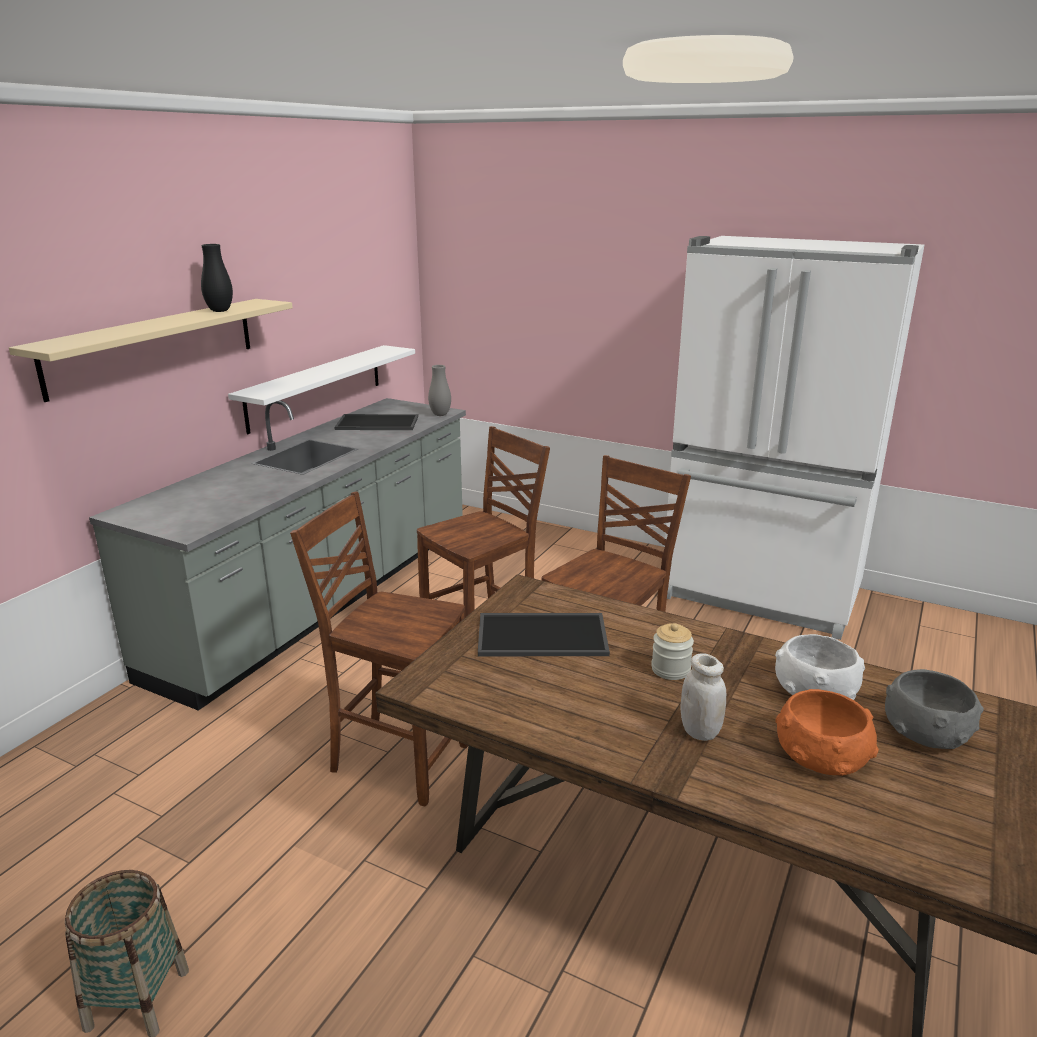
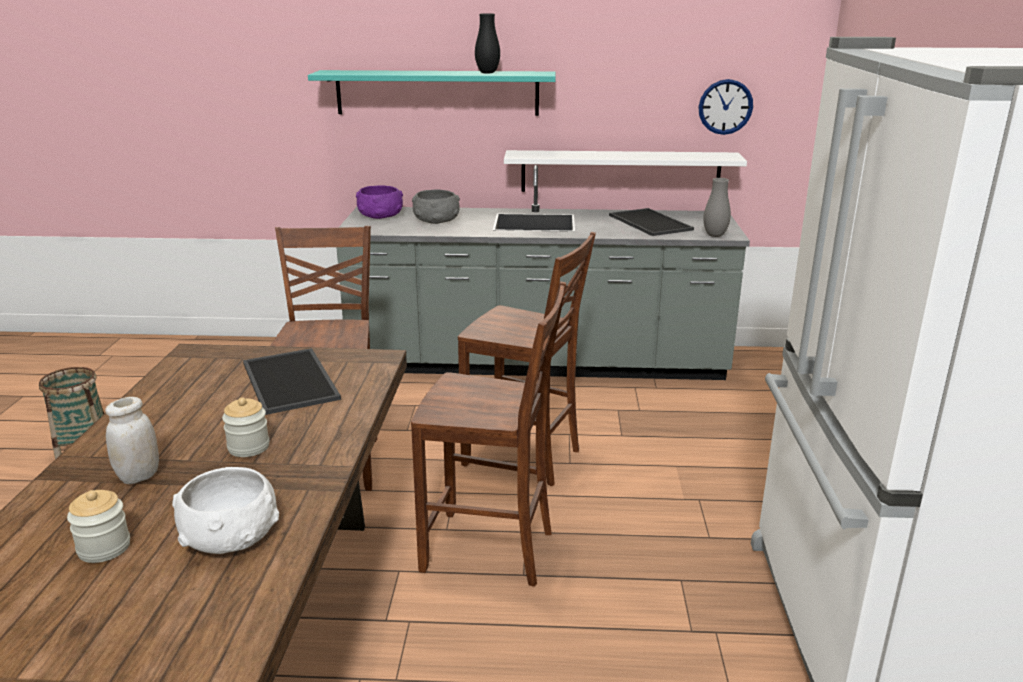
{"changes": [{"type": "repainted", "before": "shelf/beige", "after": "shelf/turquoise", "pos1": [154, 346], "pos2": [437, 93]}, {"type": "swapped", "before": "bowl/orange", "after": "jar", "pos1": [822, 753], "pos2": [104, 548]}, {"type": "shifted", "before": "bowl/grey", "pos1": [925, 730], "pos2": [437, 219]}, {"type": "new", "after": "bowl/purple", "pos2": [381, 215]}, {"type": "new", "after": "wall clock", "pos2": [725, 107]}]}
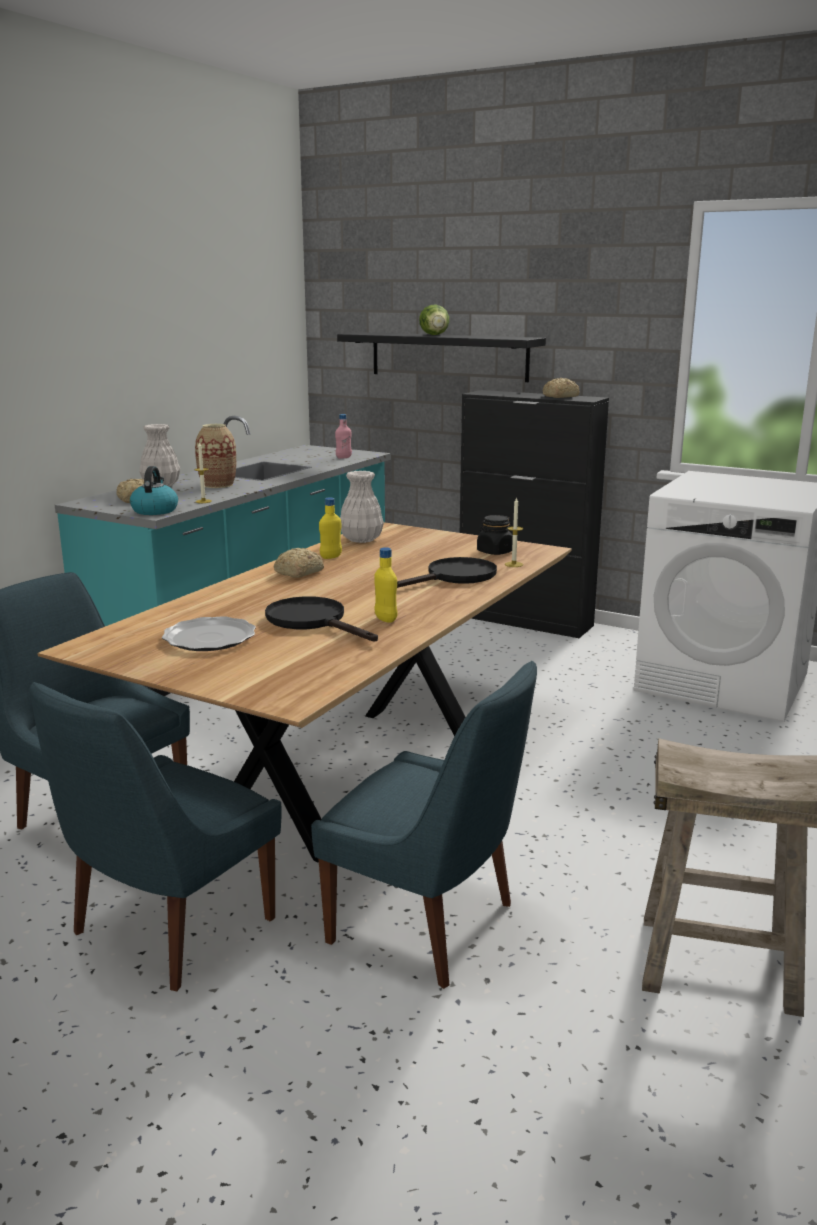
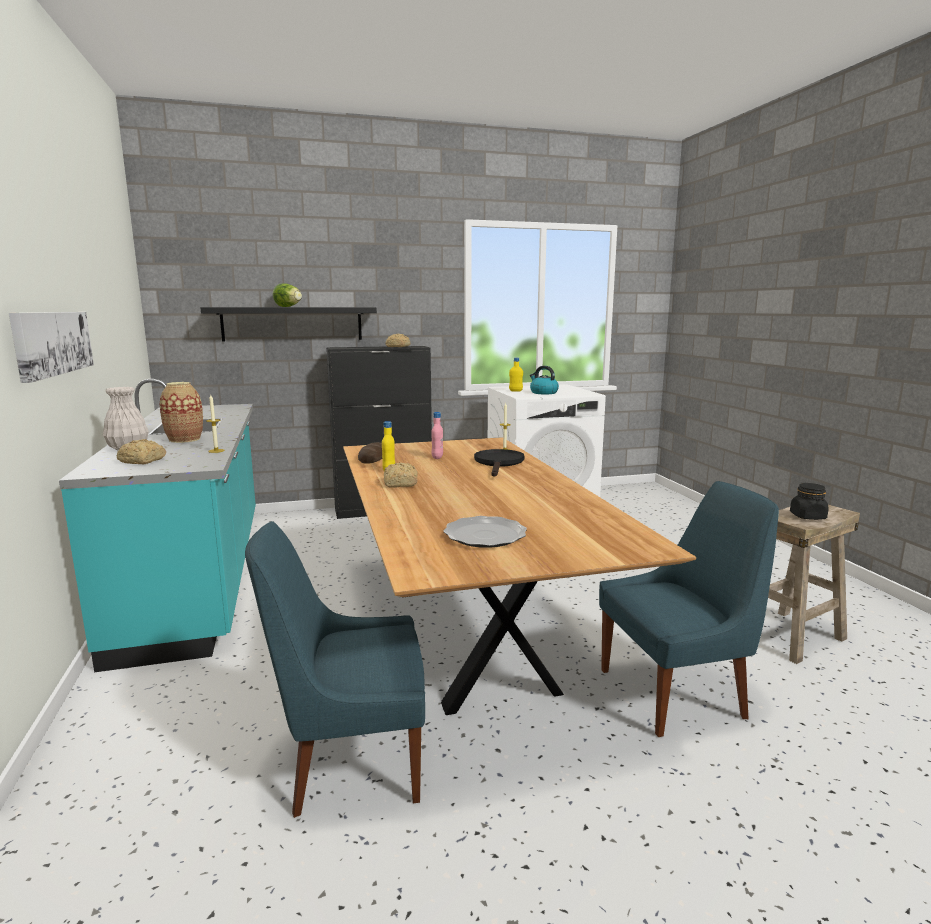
{"changes": [{"type": "gone", "before": "chair/blue", "pos1": [168, 930]}, {"type": "shifted", "before": "kettle", "pos1": [155, 510], "pos2": [543, 392]}, {"type": "gone", "before": "frying pan/black", "pos1": [313, 621]}, {"type": "shifted", "before": "bottle/pink", "pos1": [343, 457], "pos2": [437, 457]}, {"type": "swapped", "before": "vase/white", "after": "bread", "pos1": [362, 539], "pos2": [373, 457]}, {"type": "shifted", "before": "bottle/yellow", "pos1": [385, 619], "pos2": [515, 391]}, {"type": "shifted", "before": "jar/black", "pos1": [495, 552], "pos2": [808, 516]}, {"type": "new", "after": "picture", "pos2": [52, 343]}]}
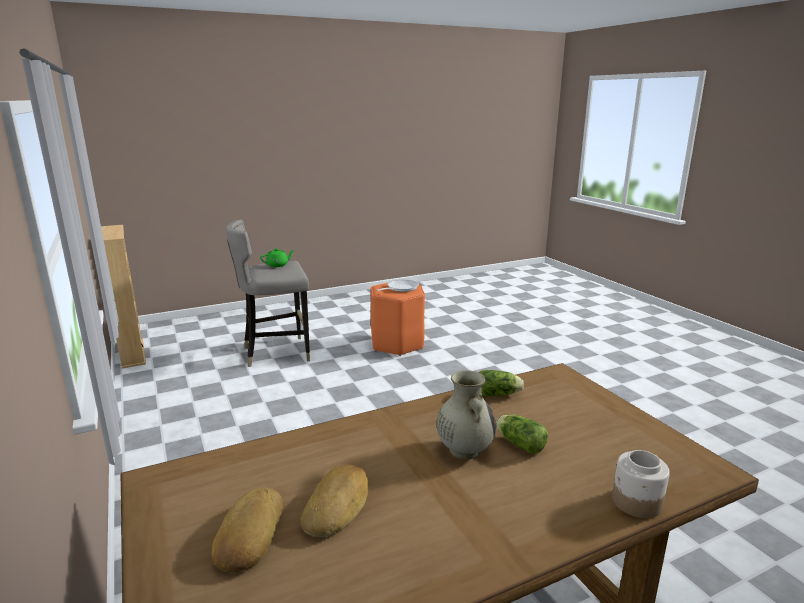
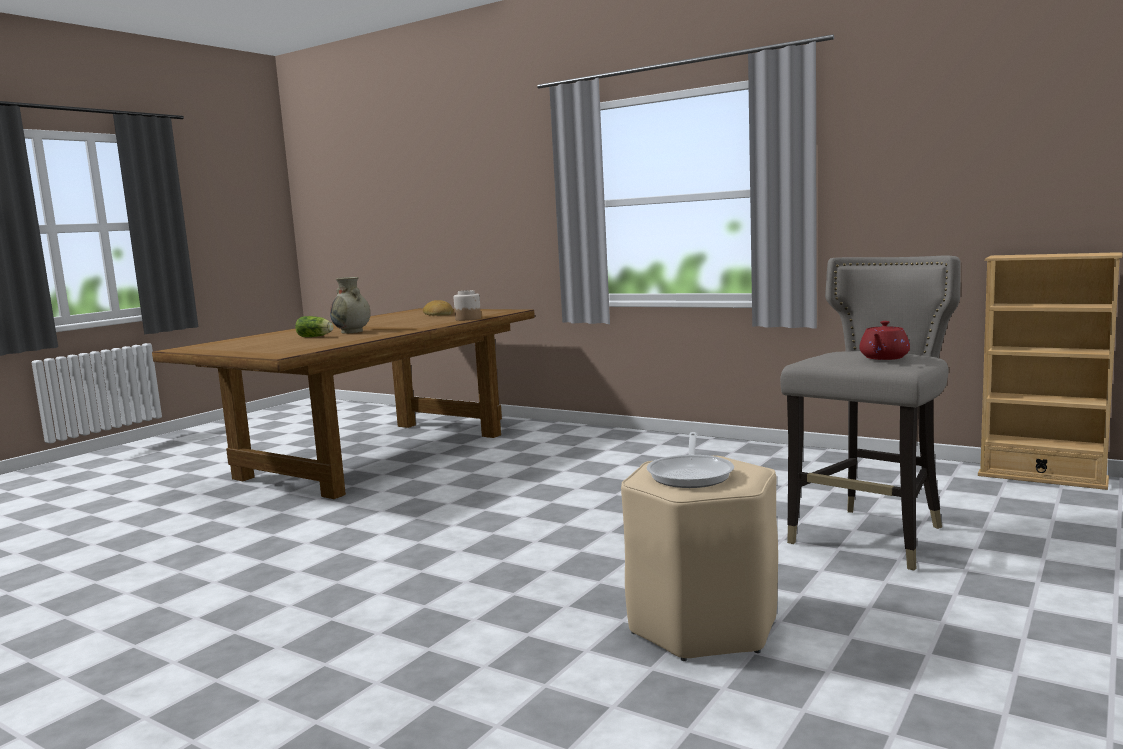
{"changes": [{"type": "repainted", "before": "teapot/green", "after": "teapot/red", "pos1": [278, 265], "pos2": [883, 358]}, {"type": "gone", "before": "bread", "pos1": [338, 506]}, {"type": "repainted", "before": "stool/orange", "after": "stool/beige", "pos1": [397, 344], "pos2": [703, 625]}, {"type": "gone", "before": "lettuce", "pos1": [499, 394]}, {"type": "shifted", "before": "jar", "pos1": [636, 502], "pos2": [468, 319]}]}
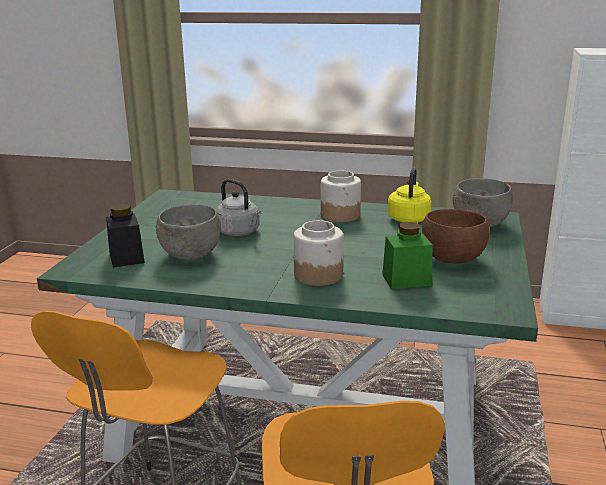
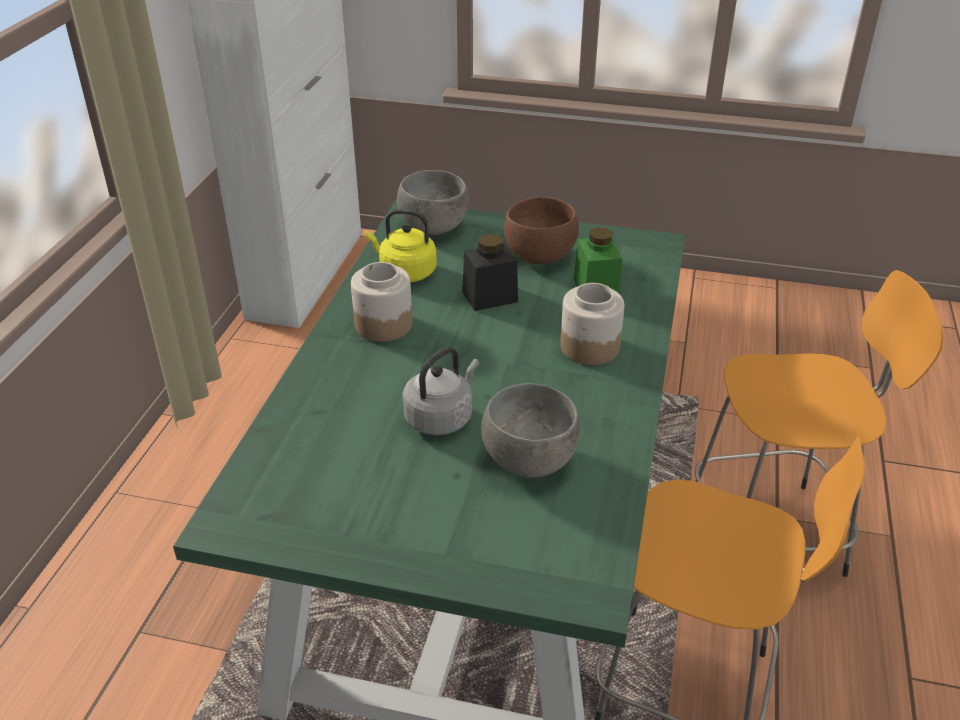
{"changes": [{"type": "shifted", "before": "jar/black", "pos1": [126, 257], "pos2": [490, 296]}]}
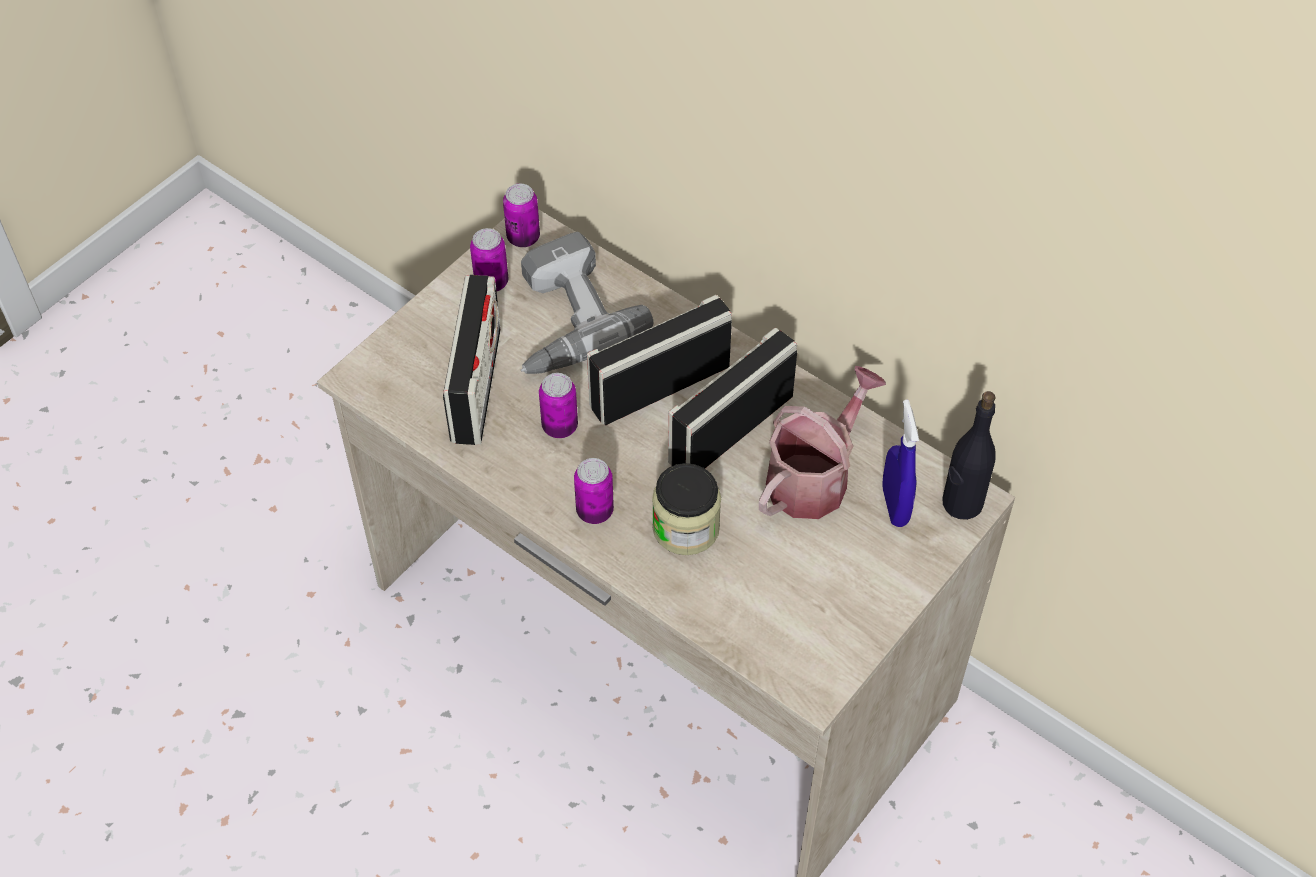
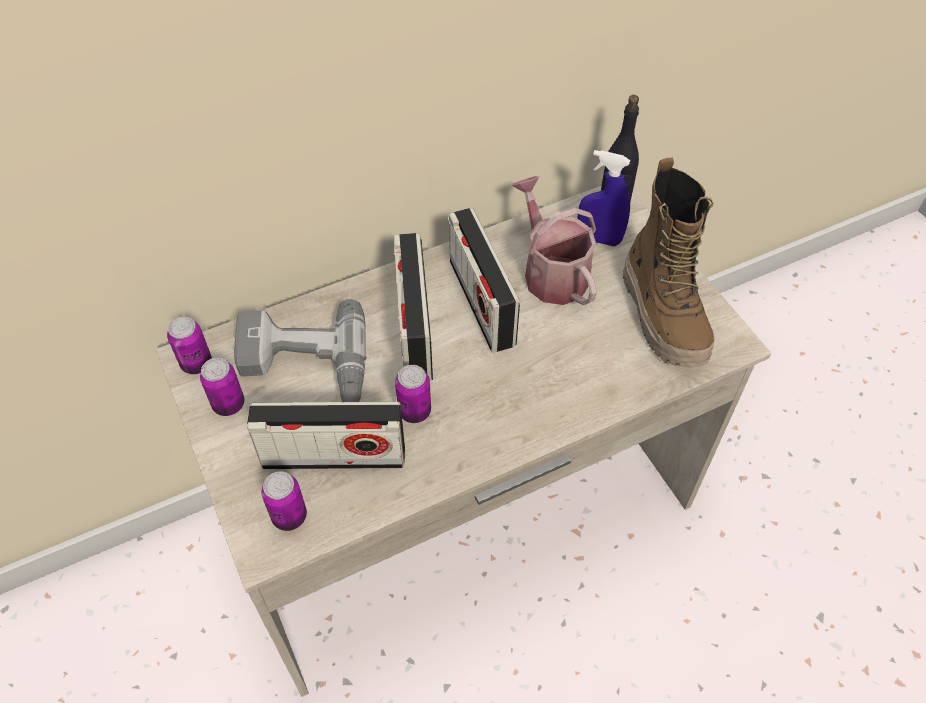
{"changes": [{"type": "rotated", "before": "radio", "pos1": [476, 385], "pos2": [334, 456], "turn": 150}, {"type": "shifted", "before": "can", "pos1": [595, 511], "pos2": [289, 516]}, {"type": "gone", "before": "jar", "pos1": [686, 528]}, {"type": "new", "after": "boot", "pos2": [663, 315]}]}
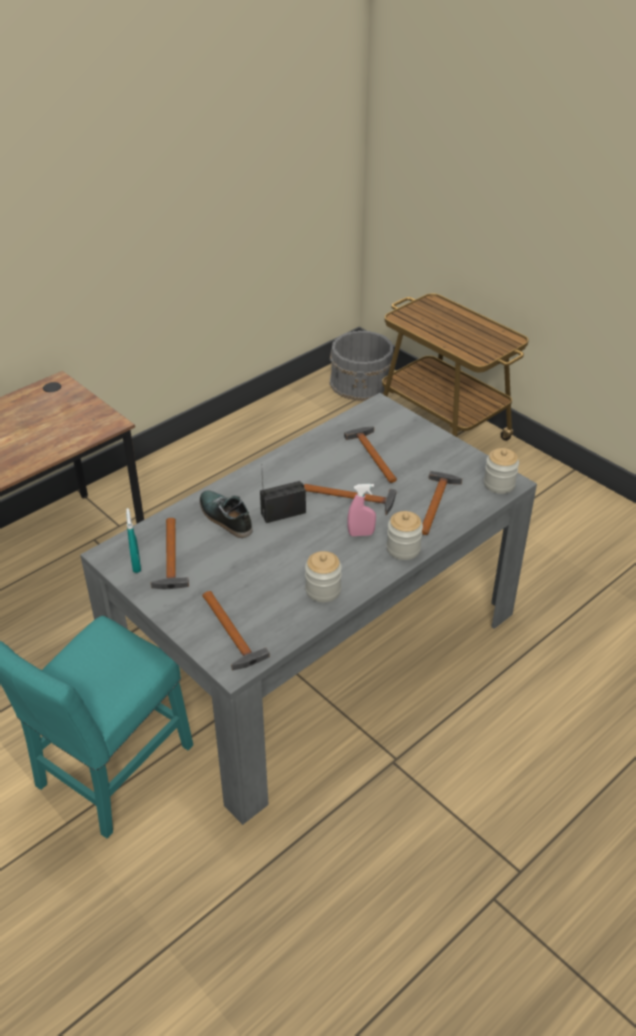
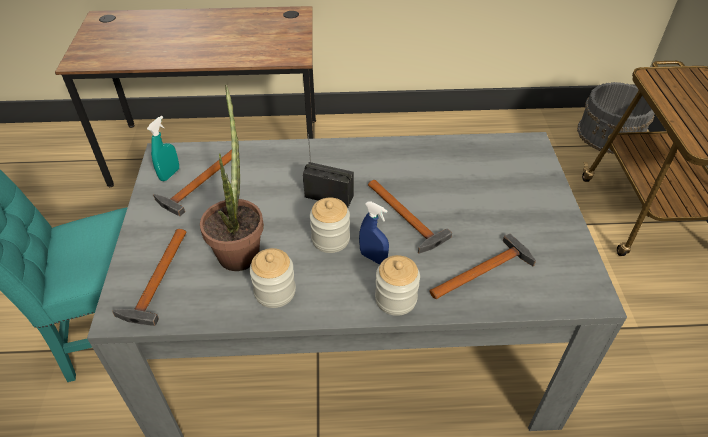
{"changes": [{"type": "gone", "before": "shoe", "pos1": [225, 518]}, {"type": "gone", "before": "hammer", "pos1": [373, 454]}, {"type": "repainted", "before": "spray bottle/pink", "after": "spray bottle/blue", "pos1": [361, 534], "pos2": [373, 257]}, {"type": "shifted", "before": "jar", "pos1": [499, 484], "pos2": [330, 239]}, {"type": "new", "after": "potted plant", "pos2": [240, 248]}]}
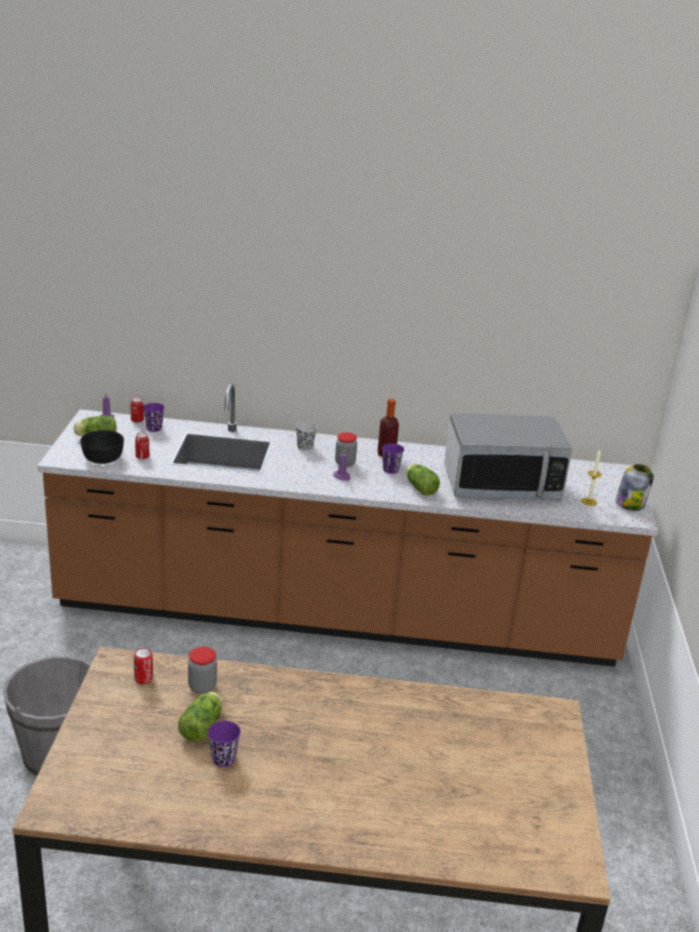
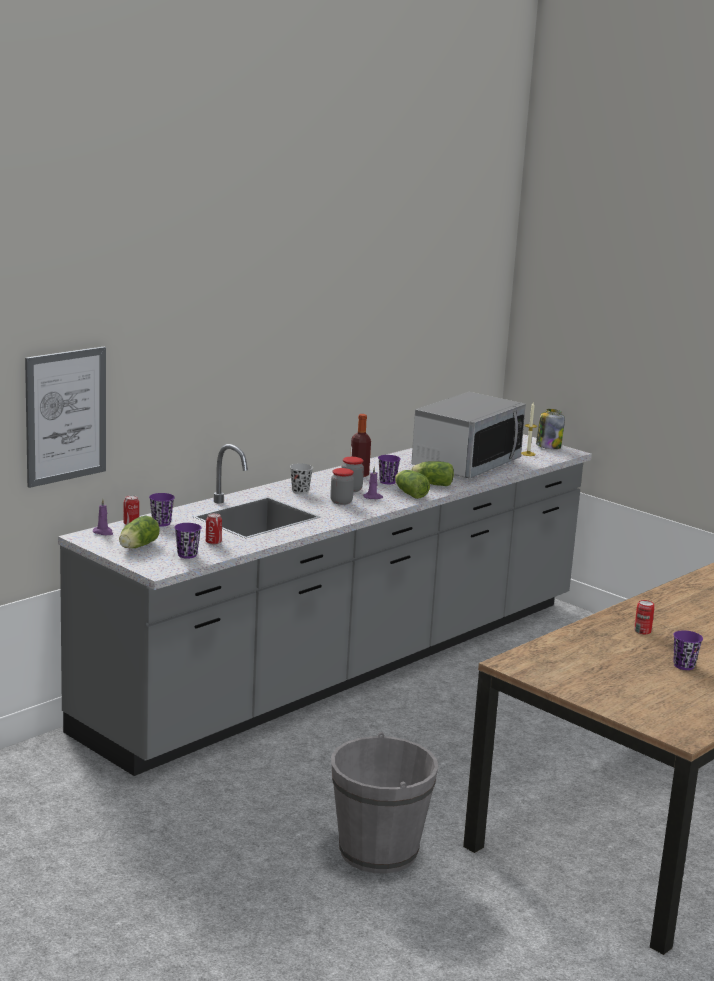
{"changes": [{"type": "repainted", "before": "counter/brown", "after": "counter/grey", "pos1": [337, 614], "pos2": [346, 665]}, {"type": "swapped", "before": "bowl/black", "after": "cup/purple", "pos1": [103, 457], "pos2": [187, 555]}, {"type": "shifted", "before": "can", "pos1": [143, 679], "pos2": [642, 631]}, {"type": "shifted", "before": "lettuce", "pos1": [203, 726], "pos2": [409, 493]}, {"type": "shifted", "before": "jar", "pos1": [202, 686], "pos2": [341, 502]}, {"type": "new", "after": "picture", "pos2": [66, 416]}]}
